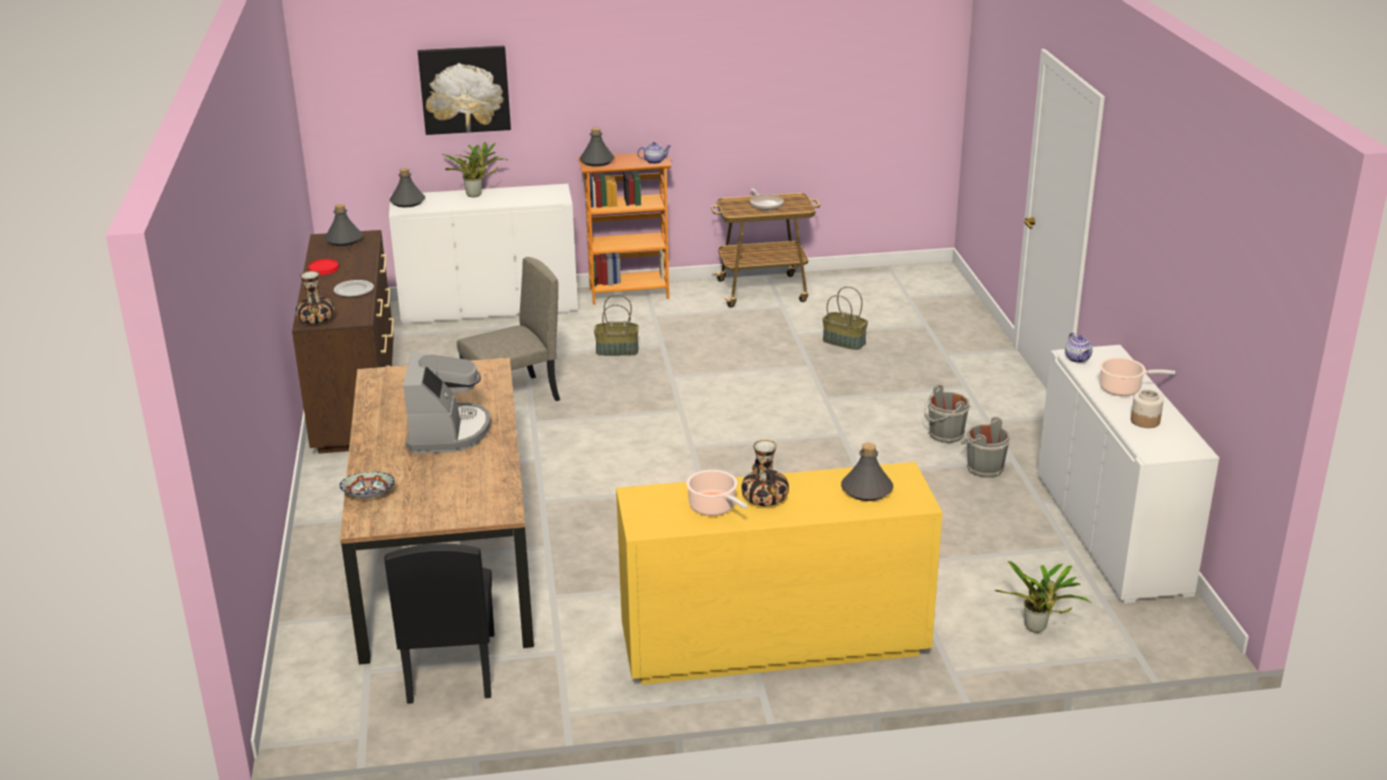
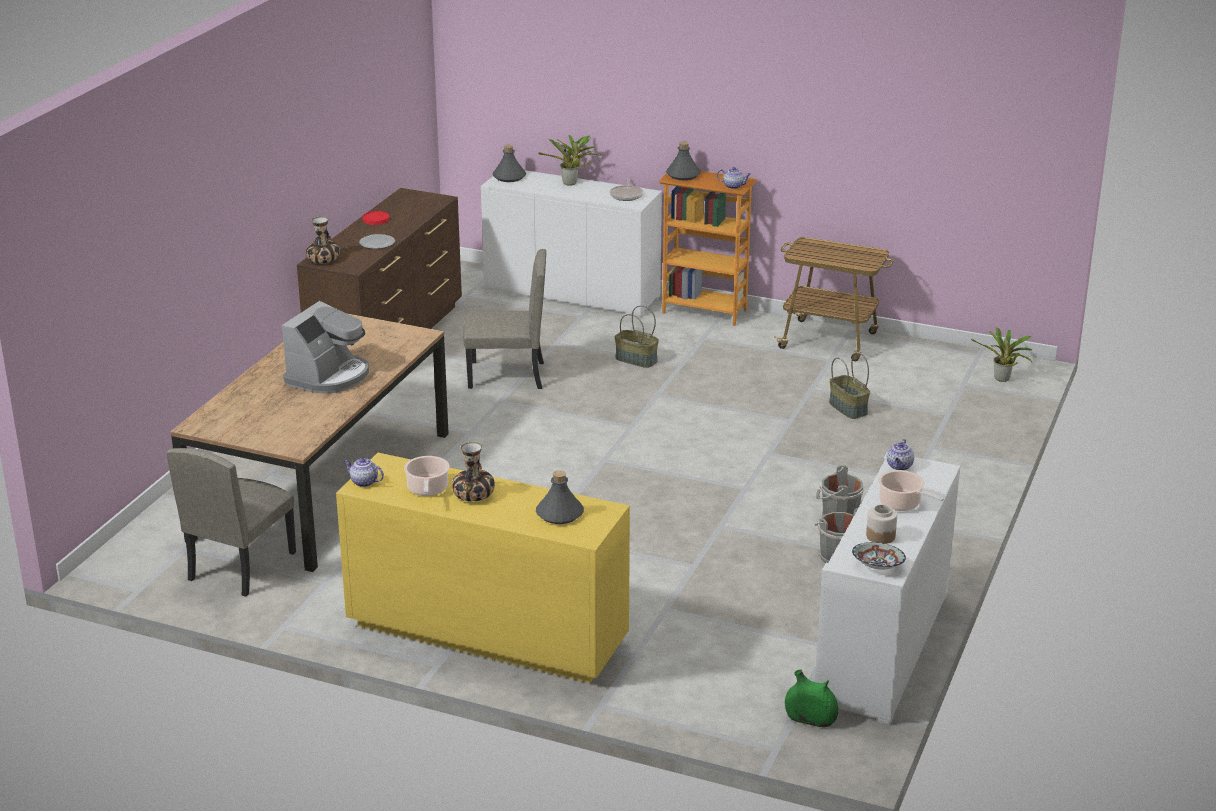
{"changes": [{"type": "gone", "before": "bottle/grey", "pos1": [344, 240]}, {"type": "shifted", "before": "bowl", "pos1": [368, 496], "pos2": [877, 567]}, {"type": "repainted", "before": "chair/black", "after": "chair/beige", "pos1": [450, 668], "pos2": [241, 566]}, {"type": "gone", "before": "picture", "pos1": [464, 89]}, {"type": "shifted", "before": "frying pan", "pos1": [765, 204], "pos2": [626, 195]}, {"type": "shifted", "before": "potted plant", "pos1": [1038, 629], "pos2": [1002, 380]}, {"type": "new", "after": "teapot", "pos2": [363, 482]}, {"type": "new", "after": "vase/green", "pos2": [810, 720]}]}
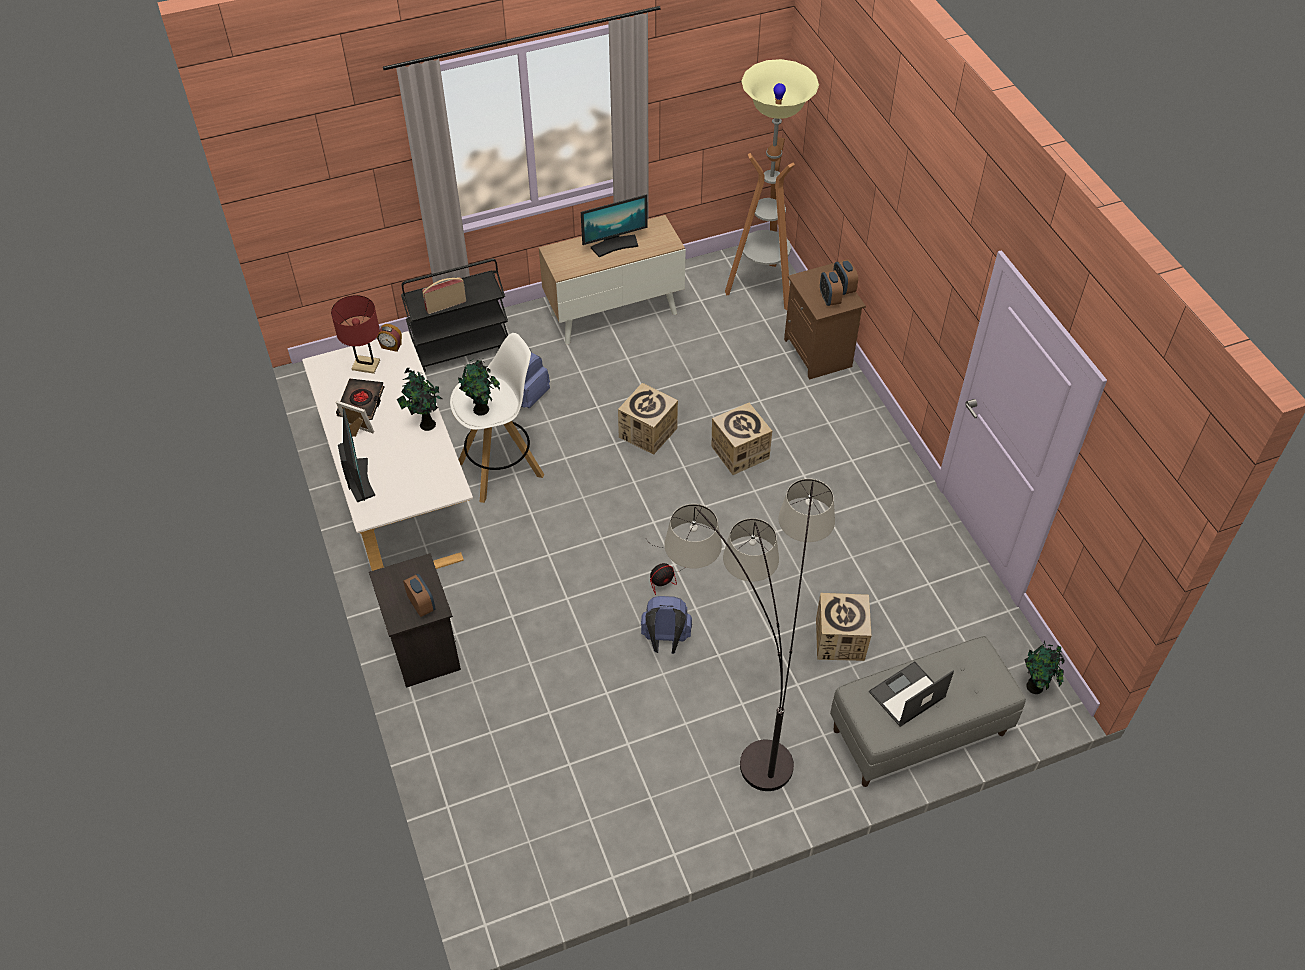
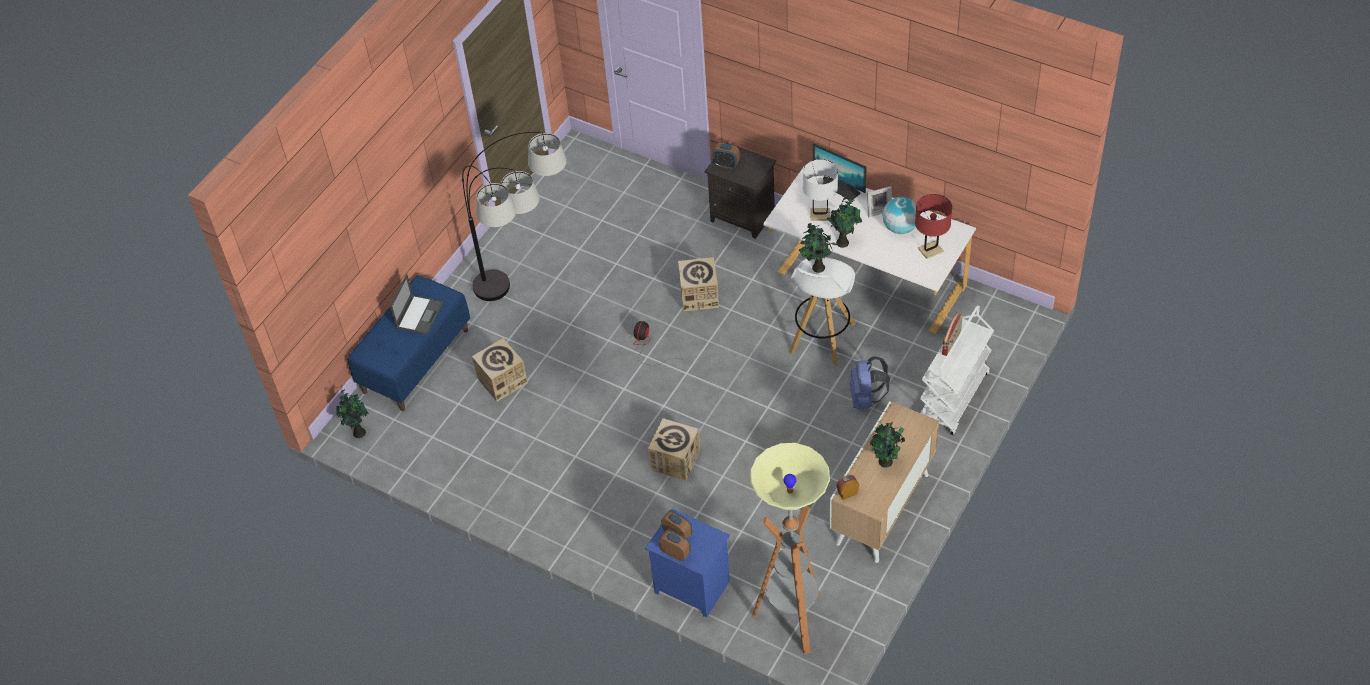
{"changes": [{"type": "swapped", "before": "book/black", "after": "globe", "pos1": [361, 402], "pos2": [900, 228]}, {"type": "shifted", "before": "alarm clock", "pos1": [391, 346], "pos2": [847, 493]}, {"type": "repainted", "before": "cart/black", "after": "cart/white", "pos1": [461, 350], "pos2": [954, 398]}, {"type": "swapped", "before": "monitor", "after": "potted plant", "pos1": [614, 245], "pos2": [885, 463]}, {"type": "shifted", "before": "cardboard box", "pos1": [648, 433], "pos2": [699, 296]}, {"type": "gone", "before": "backpack/blue", "pos1": [665, 641]}, {"type": "repainted", "before": "nightstand/brown", "after": "nightstand/blue", "pos1": [819, 353], "pos2": [690, 587]}, {"type": "repainted", "before": "bench/grey", "after": "bench/blue", "pos1": [918, 732], "pos2": [415, 360]}, {"type": "new", "after": "table lamp/white", "pos2": [820, 215]}]}
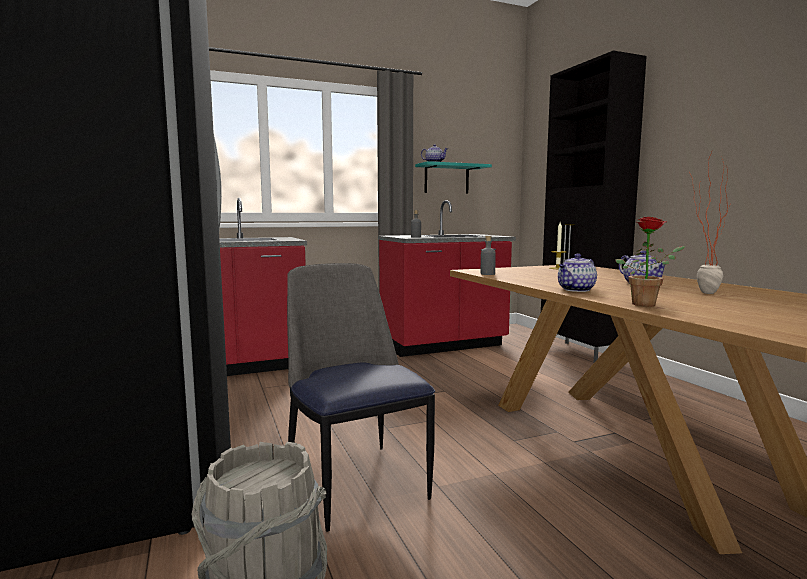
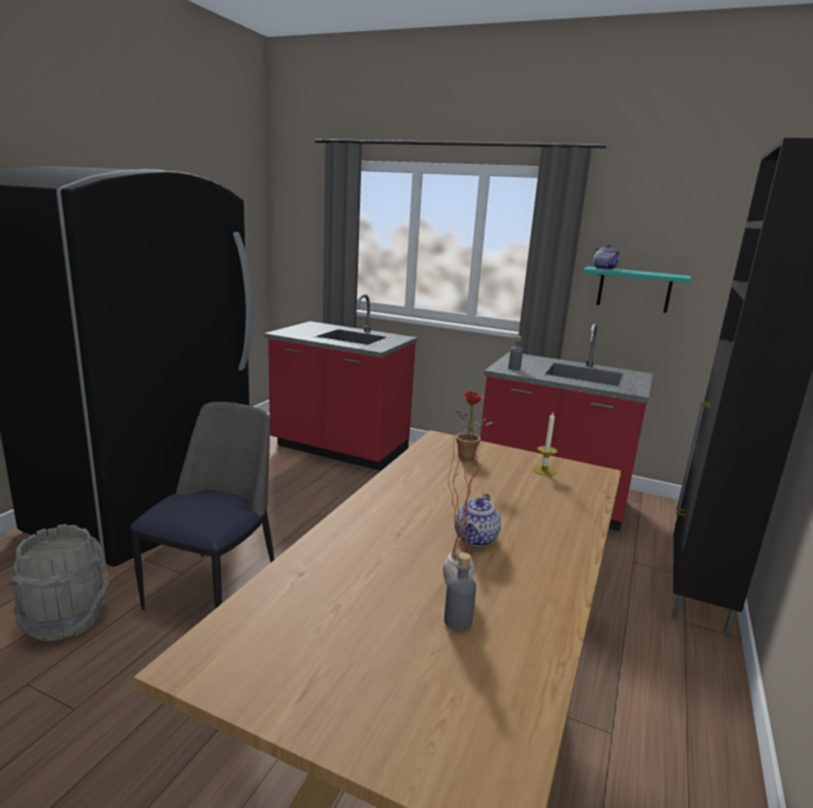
{"changes": [{"type": "shifted", "before": "bottle/grey", "pos1": [487, 274], "pos2": [457, 621]}, {"type": "gone", "before": "teapot", "pos1": [576, 290]}, {"type": "shifted", "before": "potted plant", "pos1": [647, 304], "pos2": [470, 457]}]}
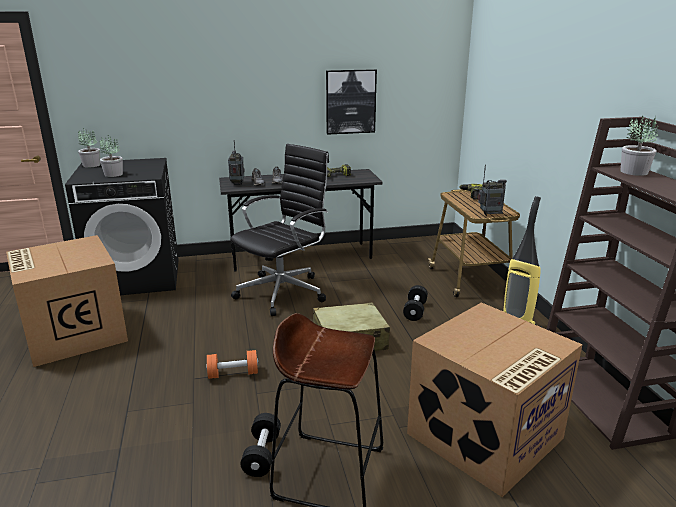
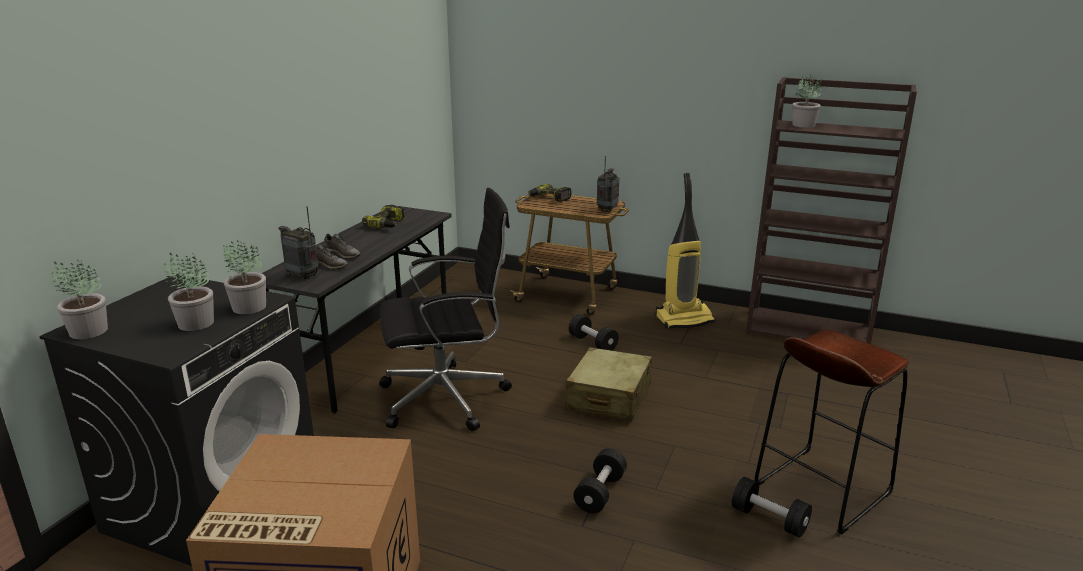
{"changes": [{"type": "repainted", "before": "dumbbell/orange", "after": "dumbbell/black", "pos1": [233, 374], "pos2": [600, 493]}, {"type": "rotated", "before": "office chair/black", "pos1": [284, 292], "pos2": [448, 398], "turn": 90}, {"type": "gone", "before": "picture", "pos1": [350, 101]}, {"type": "gone", "before": "cardboard box", "pos1": [485, 437]}, {"type": "new", "after": "potted plant", "pos2": [249, 307]}]}
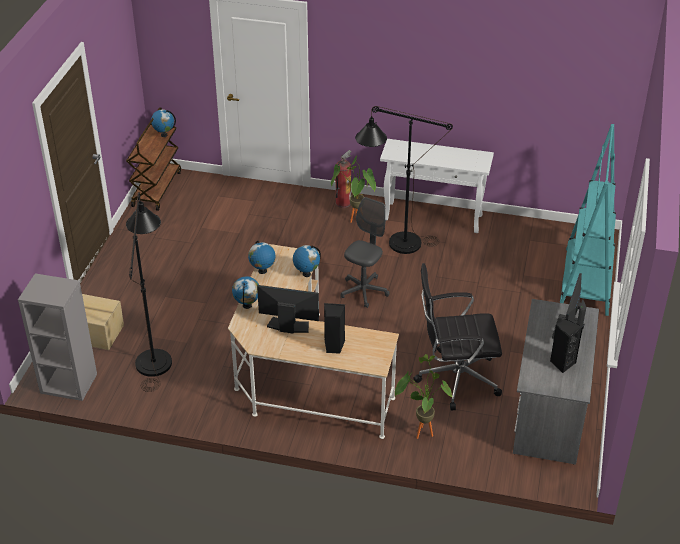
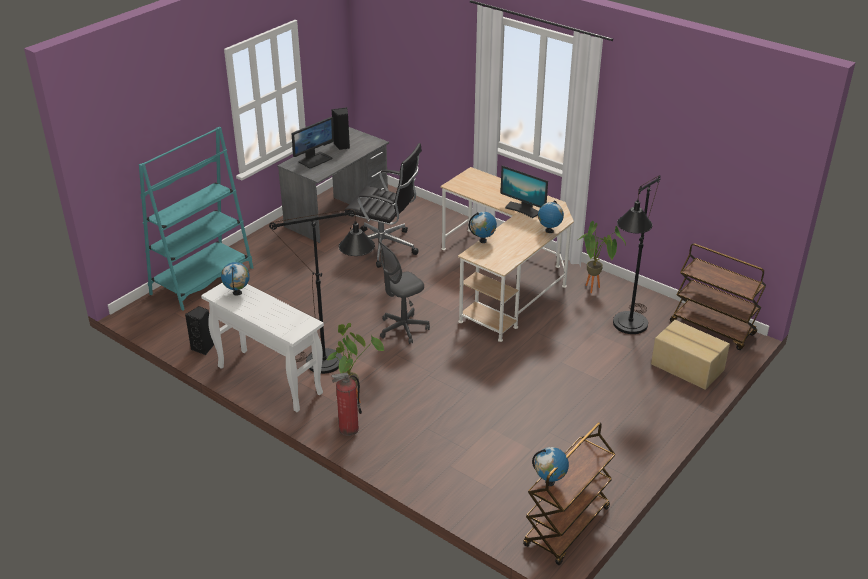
{"changes": [{"type": "swapped", "before": "bookcase/grey", "after": "cart/brown", "pos1": [68, 384], "pos2": [713, 328]}, {"type": "shifted", "before": "globe", "pos1": [262, 271], "pos2": [237, 293]}, {"type": "shifted", "before": "speaker/black", "pos1": [333, 346], "pos2": [203, 348]}, {"type": "shifted", "before": "potted plant", "pos1": [419, 432], "pos2": [594, 290]}]}
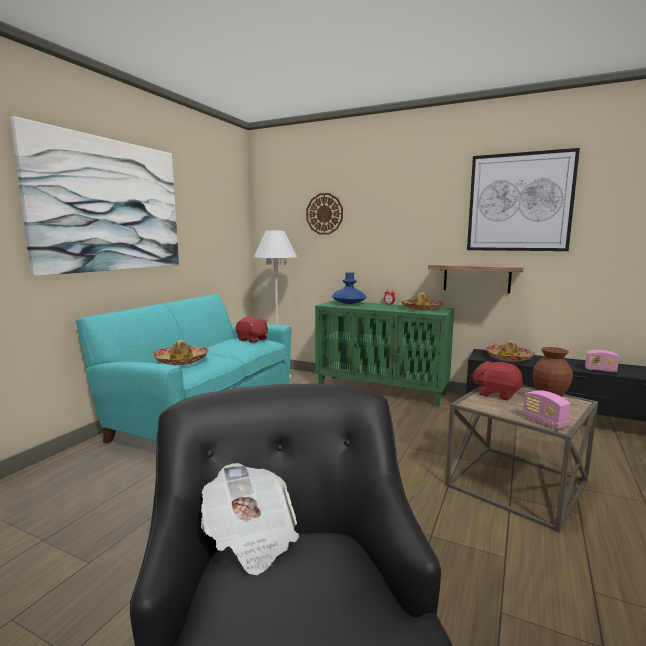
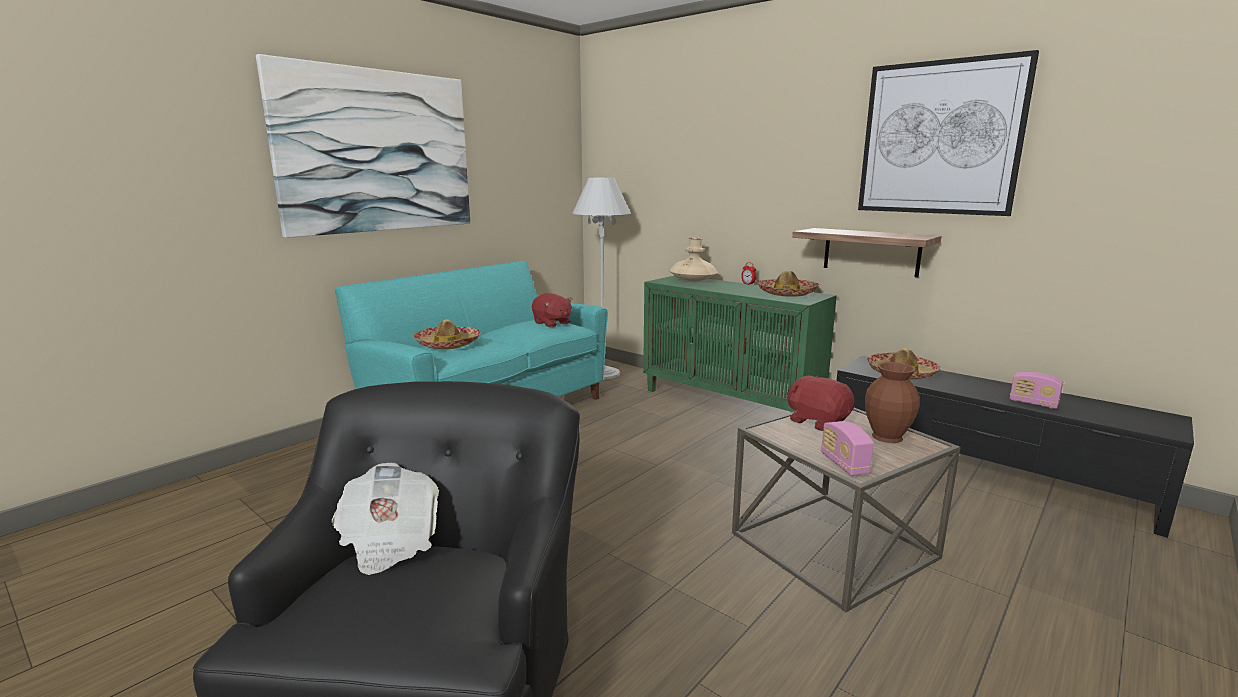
{"changes": [{"type": "gone", "before": "wall clock", "pos1": [324, 214]}, {"type": "repainted", "before": "vase/blue", "after": "vase/beige", "pos1": [349, 303], "pos2": [693, 280]}]}
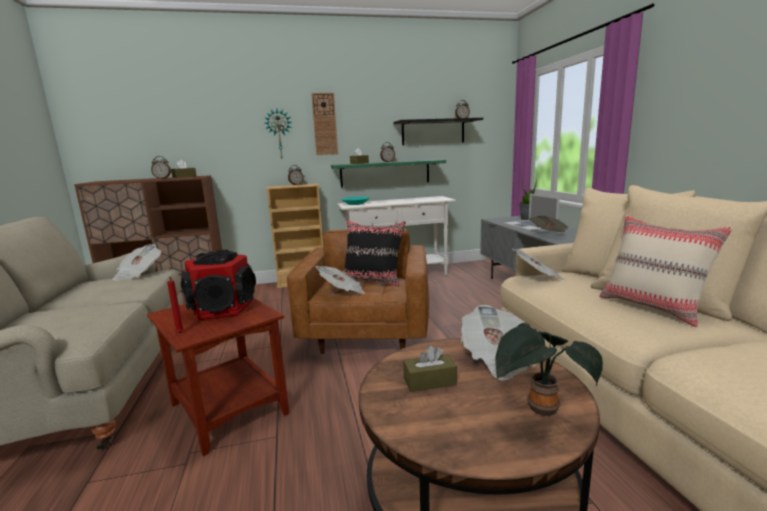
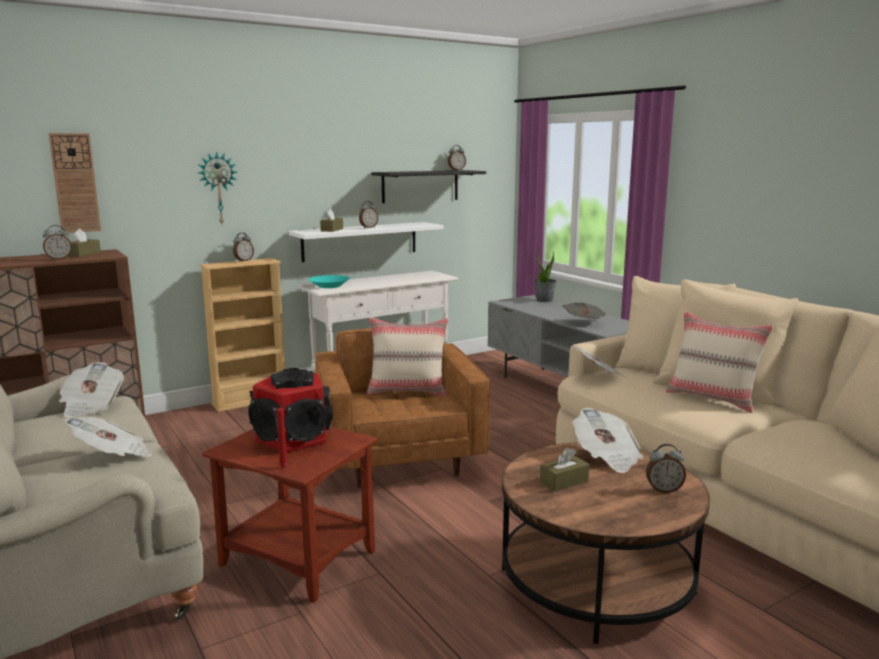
{"changes": [{"type": "shifted", "before": "wall clock", "pos1": [324, 124], "pos2": [75, 183]}, {"type": "shifted", "before": "newspaper", "pos1": [342, 292], "pos2": [113, 456]}, {"type": "repainted", "before": "shelf/green", "after": "shelf/white", "pos1": [385, 173], "pos2": [360, 241]}, {"type": "repainted", "before": "pillow/black", "after": "pillow/beige", "pos1": [373, 280], "pos2": [408, 391]}, {"type": "swapped", "before": "potted plant", "after": "alarm clock", "pos1": [540, 411], "pos2": [663, 490]}, {"type": "gone", "before": "laptop", "pos1": [530, 226]}]}
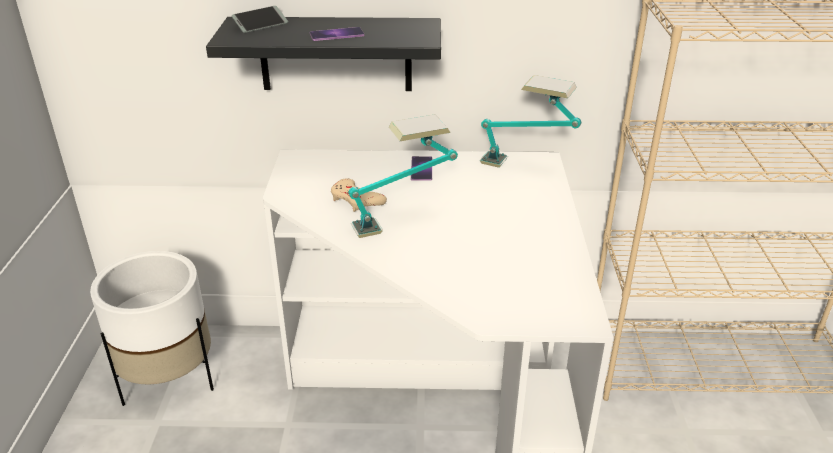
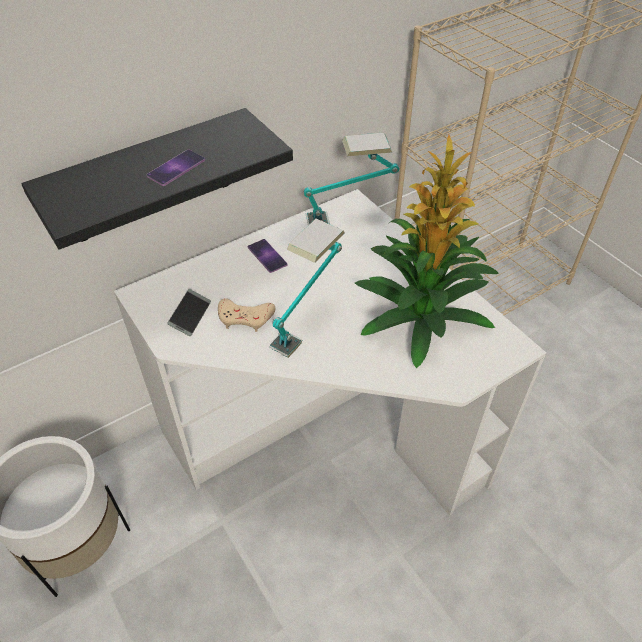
{"changes": [{"type": "shifted", "before": "phone", "pos1": [260, 25], "pos2": [190, 316]}, {"type": "new", "after": "potted plant", "pos2": [419, 315]}]}
